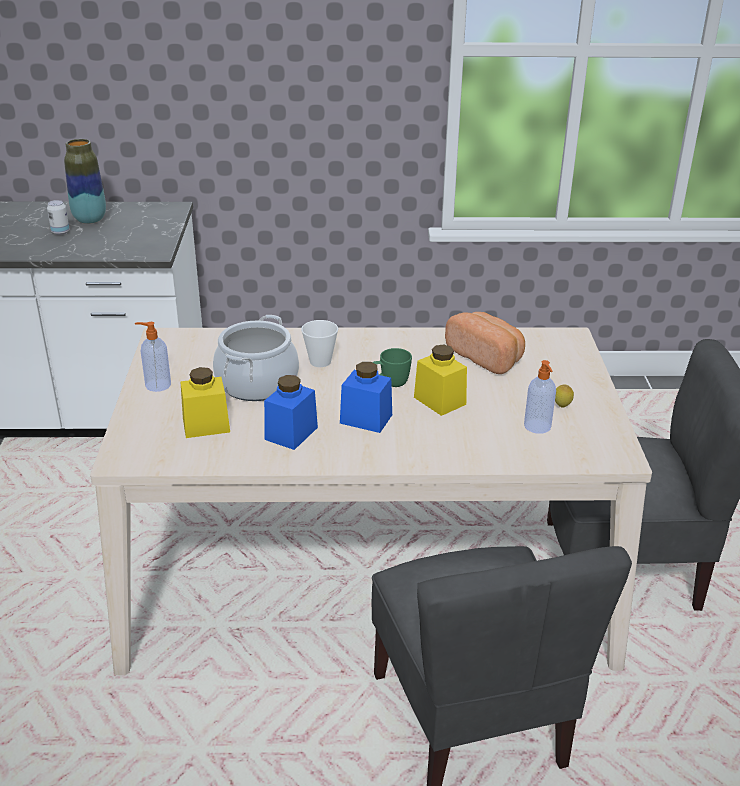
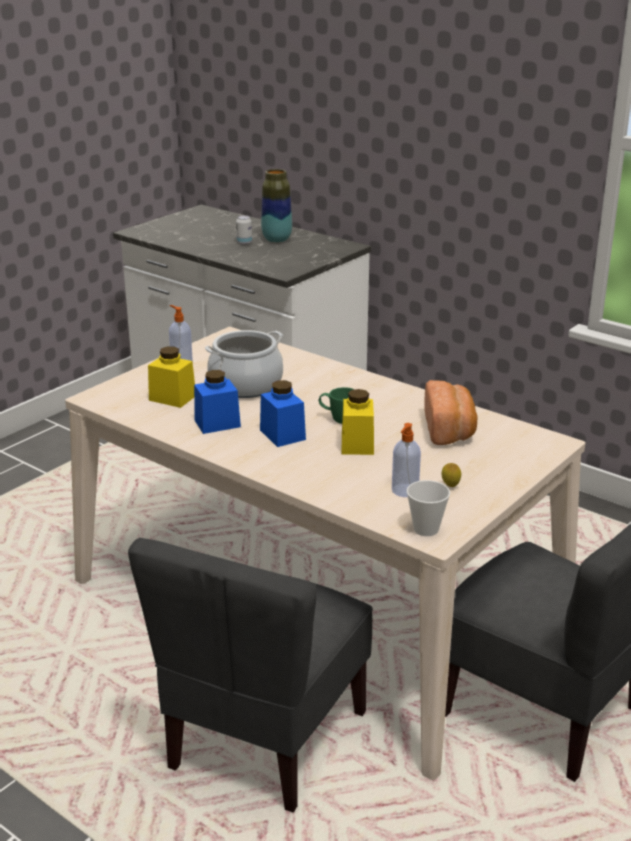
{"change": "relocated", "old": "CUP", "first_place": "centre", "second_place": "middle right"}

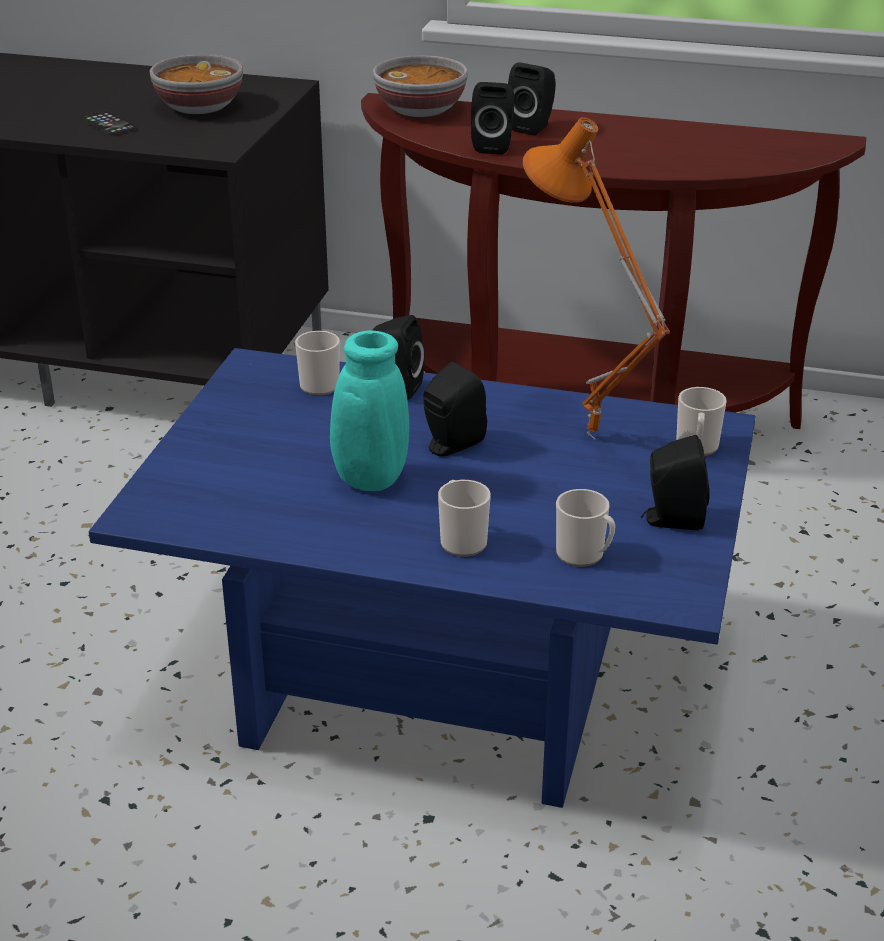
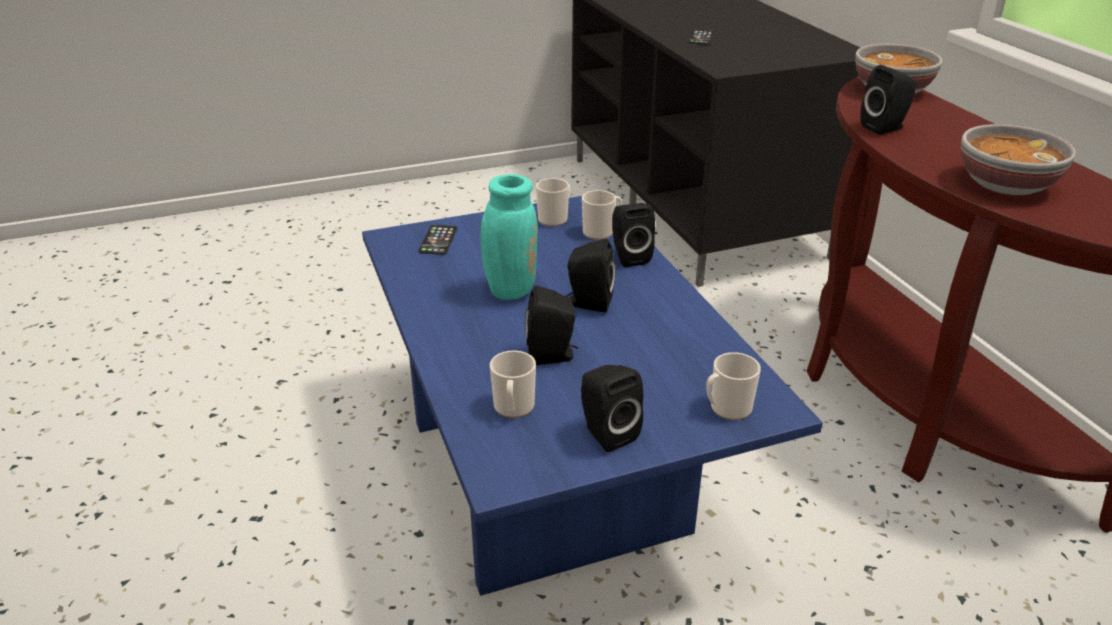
{"change": "appeared", "new": "TELEPHONE (no. 1 from left)", "second_place": "centre"}
{"change": "relocated", "old": "BLACKISH AUDIO SPEAKER (no. 4 from left in the first image)", "new": "BLACKISH AUDIO SPEAKER (no. 1 from left)", "first_place": "top centre", "second_place": "centre"}
{"change": "relocated", "old": "COFFEE MUG (no. 2 from left)", "first_place": "centre", "second_place": "top centre"}
{"change": "relocated", "old": "SERVING BOWL (no. 1 from left in the first image)", "new": "SERVING BOWL (no. 2 from left)", "first_place": "top left", "second_place": "top right"}
{"change": "missing", "old": "ORANGE-COLOURED TABLE LAMP", "first_place": "top right"}

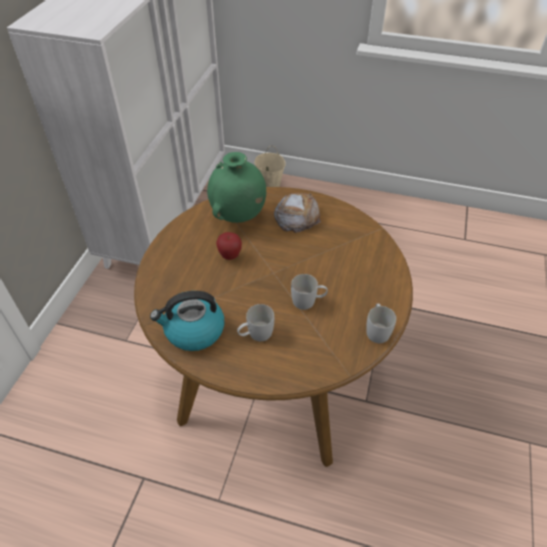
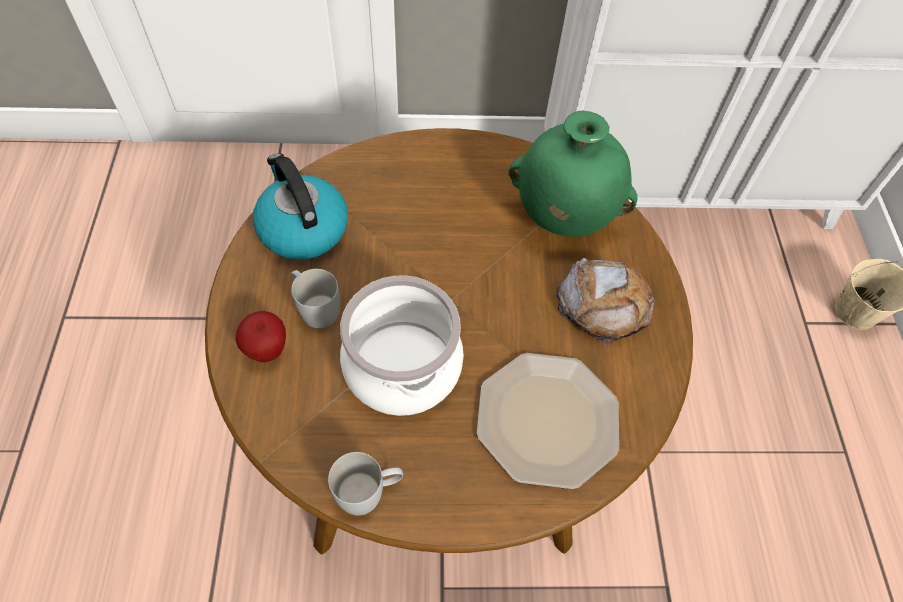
{"change": "relocated", "old": "WHOLE APPLE", "first_place": "centre", "second_place": "middle left"}
{"change": "exchanged", "old": "WHITISH COFFEE MUG (no. 2 from left)", "new": "COOKING POT", "first_place": "centre", "second_place": "centre"}
{"change": "appeared", "new": "PLATE", "second_place": "bottom centre"}

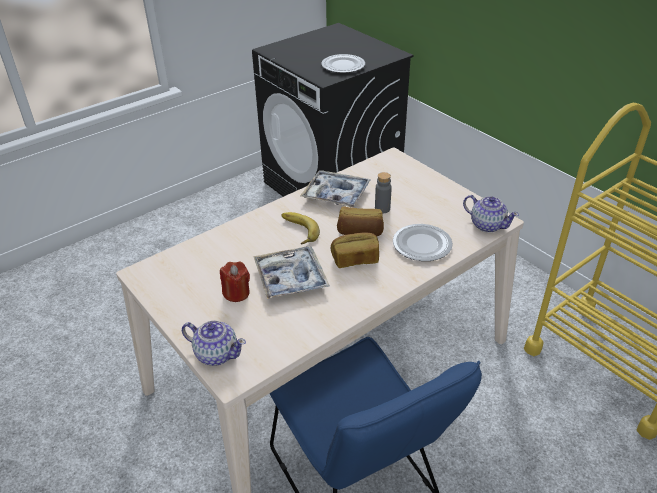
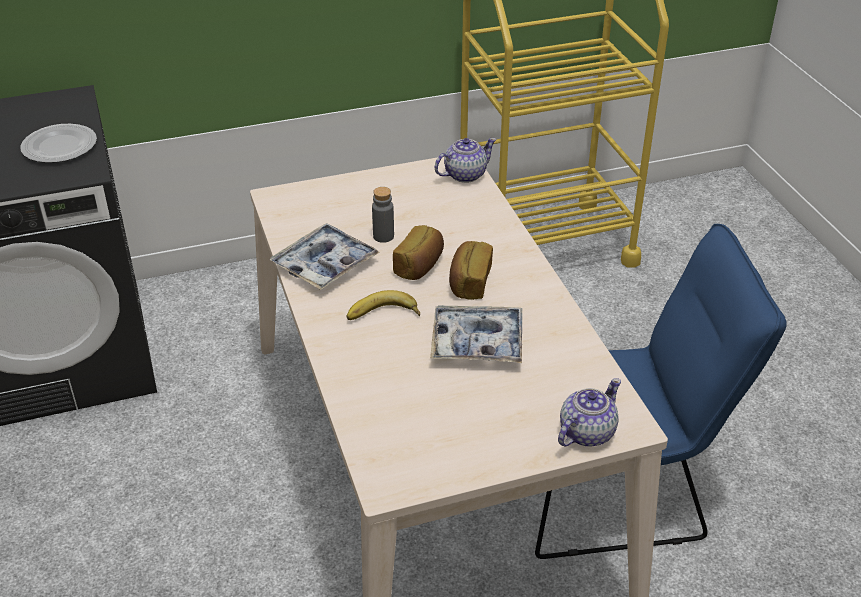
{"change": "missing", "old": "REDDISH CANDLE", "first_place": "centre"}
{"change": "missing", "old": "PLATE (no. 2 from left)", "first_place": "centre"}

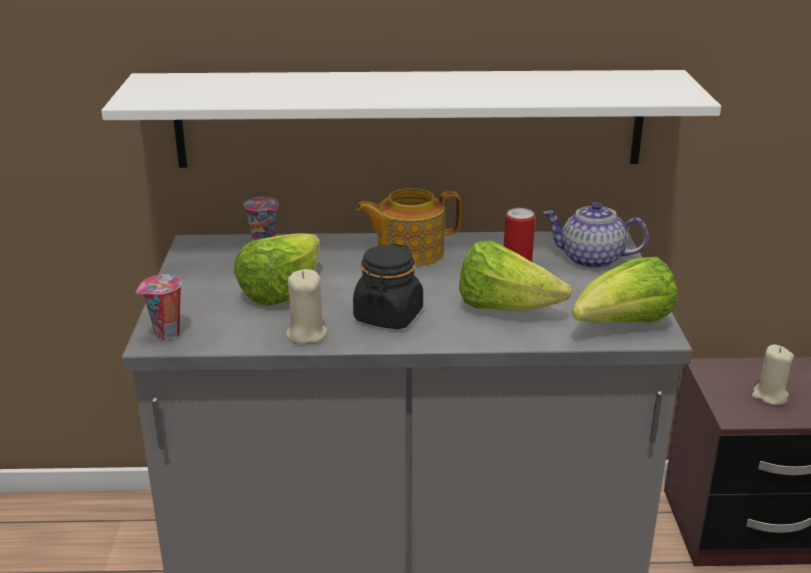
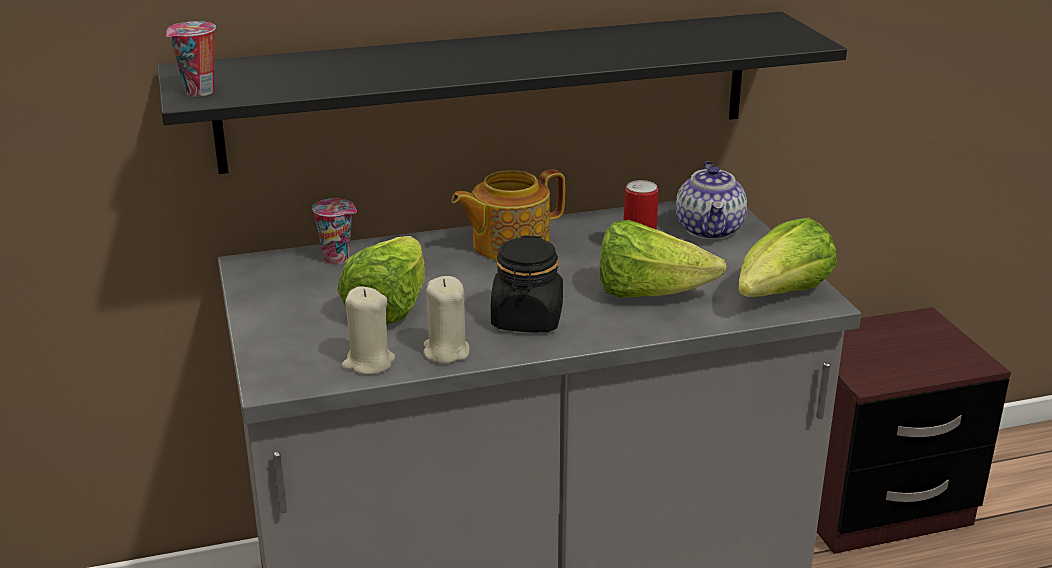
{"change": "colour", "old": "WHITISH BRACKET SHELF", "new": "BLACKISH BRACKET SHELF", "first_place": "top centre", "second_place": "top centre"}
{"change": "relocated", "old": "CUP (no. 1 from left)", "first_place": "middle left", "second_place": "top left"}
{"change": "relocated", "old": "SAND-COLOURED CANDLE (no. 2 from left in the first image)", "new": "SAND-COLOURED CANDLE (no. 1 from left)", "first_place": "middle right", "second_place": "centre"}
{"change": "spun", "old": "TEA POT (no. 2 from left)", "first_place": "middle right", "second_place": "middle right", "degrees": -90}

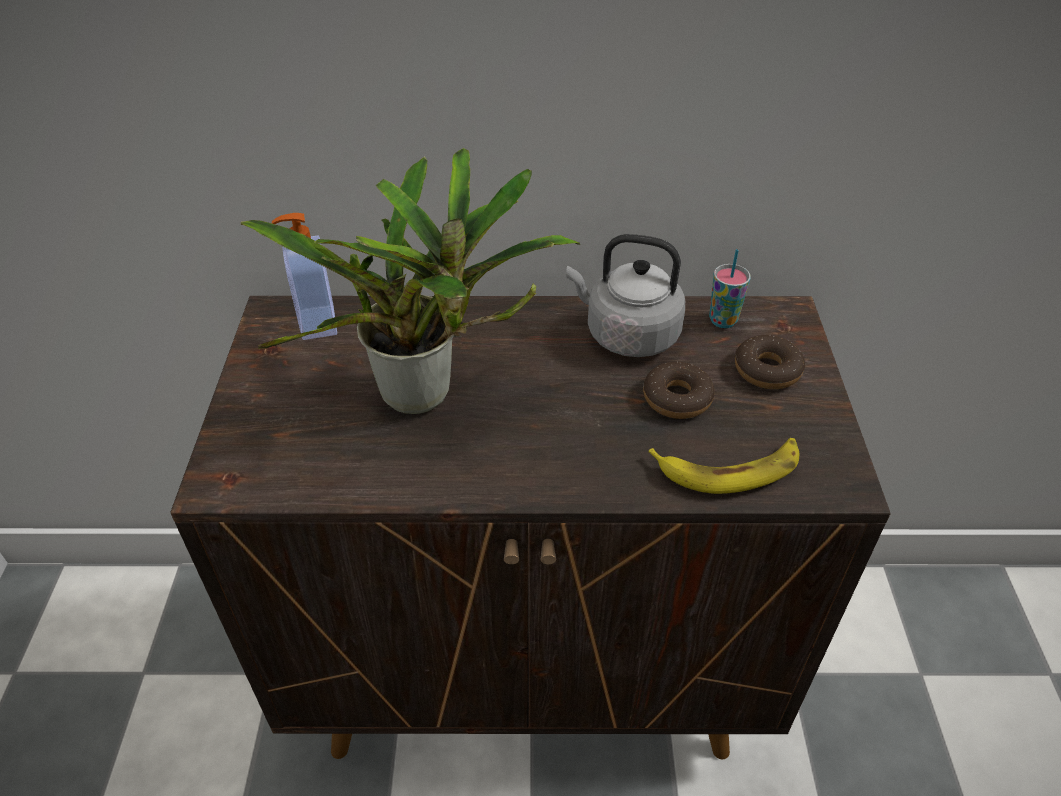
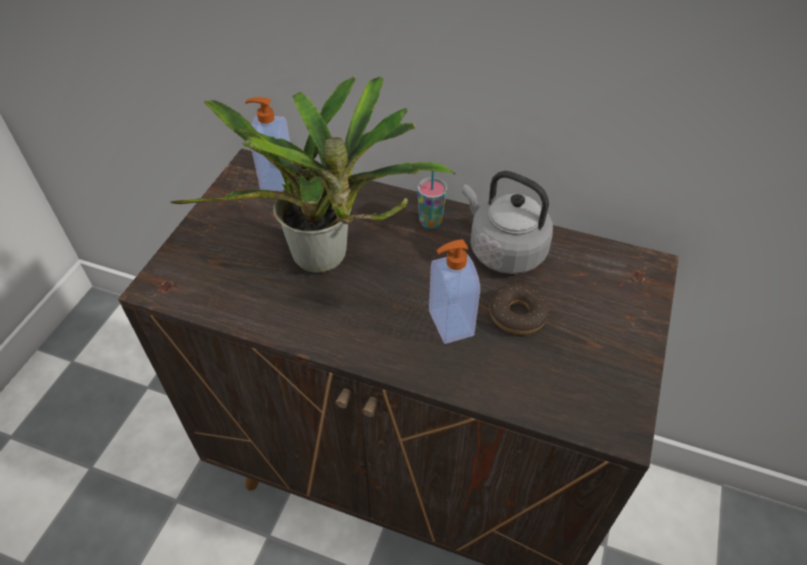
{"change": "relocated", "old": "CUP", "first_place": "middle right", "second_place": "centre"}
{"change": "appeared", "new": "SOAP DISPENSER (no. 2 from left)", "second_place": "centre"}
{"change": "missing", "old": "BANANA", "first_place": "middle right"}
{"change": "missing", "old": "RING DOUGHNUT (no. 2 from left)", "first_place": "middle right"}

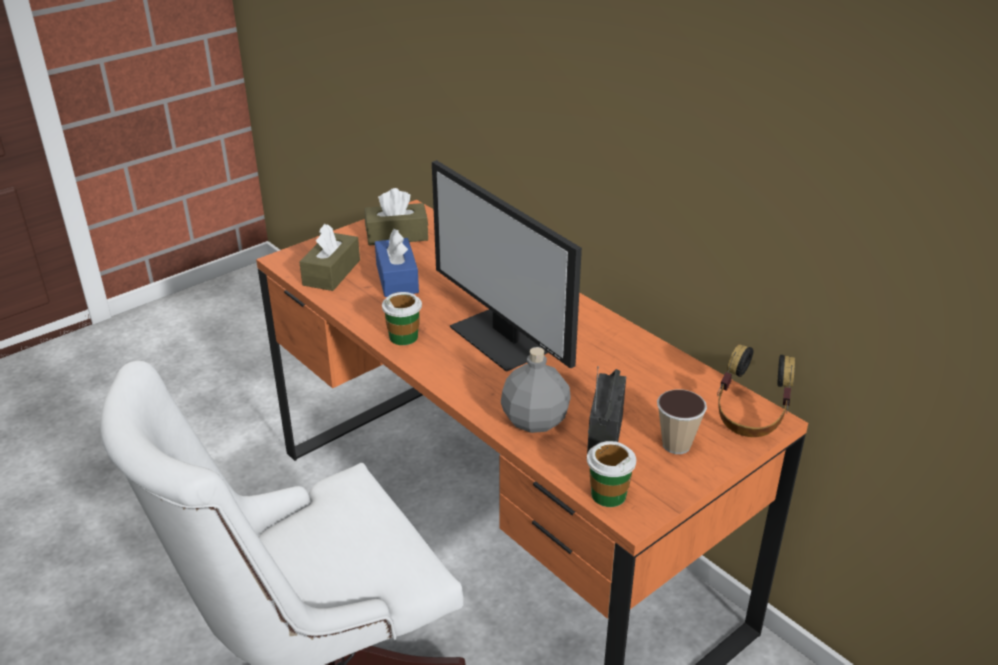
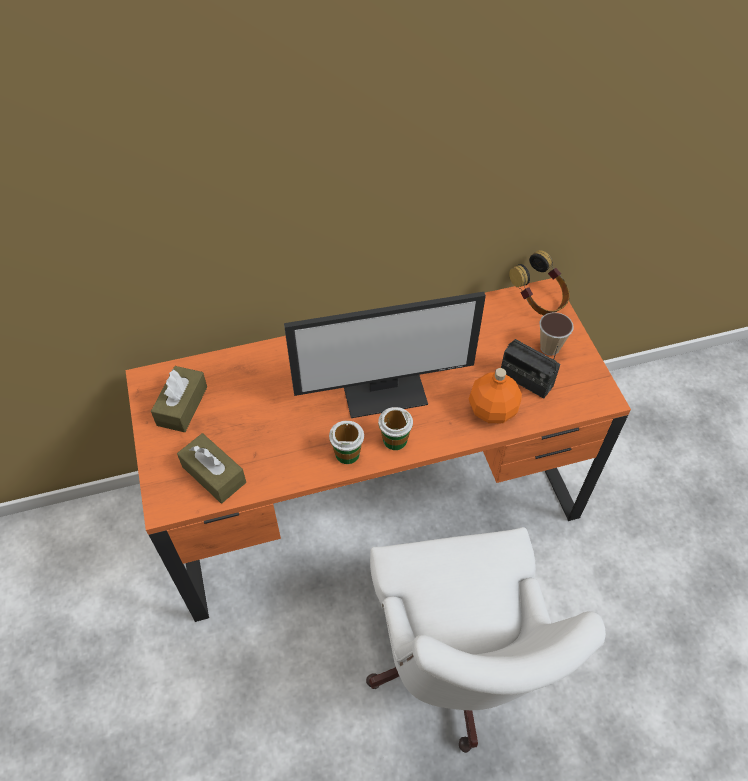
{"change": "relocated", "old": "CUP (no. 2 from left)", "first_place": "bottom centre", "second_place": "centre"}
{"change": "colour", "old": "GREY DRINK BOTTLE", "new": "ORANGE-COLOURED DRINK BOTTLE", "first_place": "centre", "second_place": "centre"}
{"change": "missing", "old": "BLUISH TISSUE BOX", "first_place": "centre"}

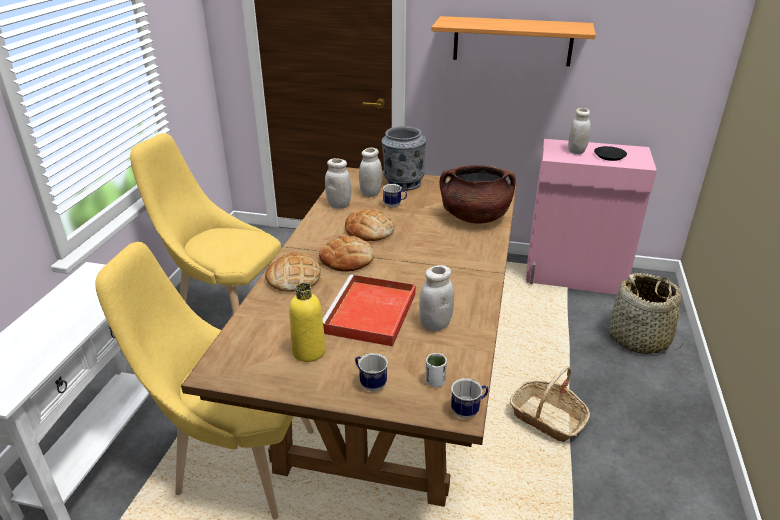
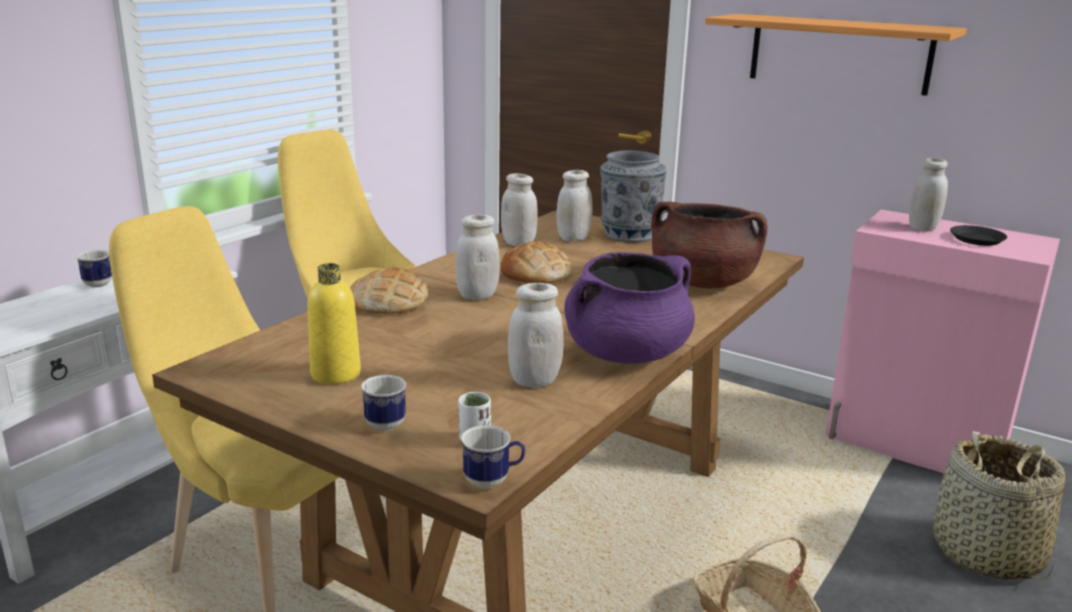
{"change": "relocated", "old": "COFFEE MUG (no. 2 from left in the first image)", "new": "COFFEE MUG (no. 1 from left)", "first_place": "centre", "second_place": "middle left"}
{"change": "exchanged", "old": "BAKED BREAD (no. 2 from left)", "new": "WHITISH JAR (no. 1 from left)", "first_place": "centre", "second_place": "centre"}
{"change": "appeared", "new": "PURPLE COOKING POT", "second_place": "centre"}
{"change": "missing", "old": "REDDISH SERVING TRAY", "first_place": "centre"}

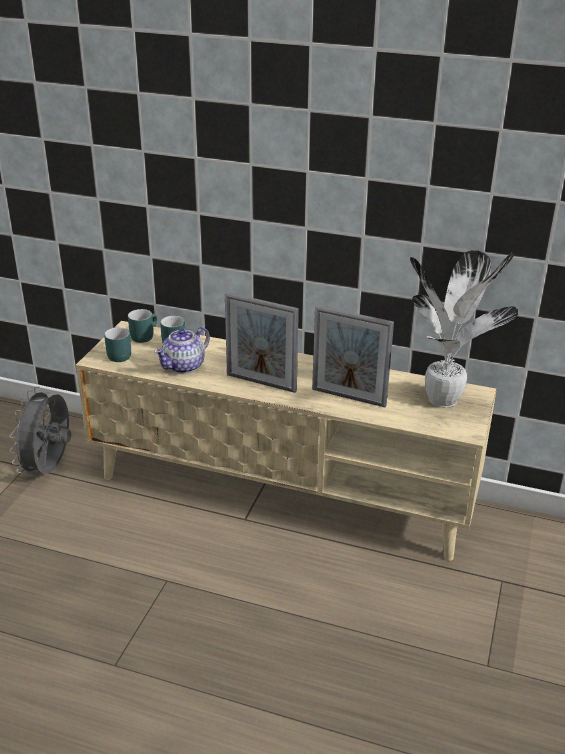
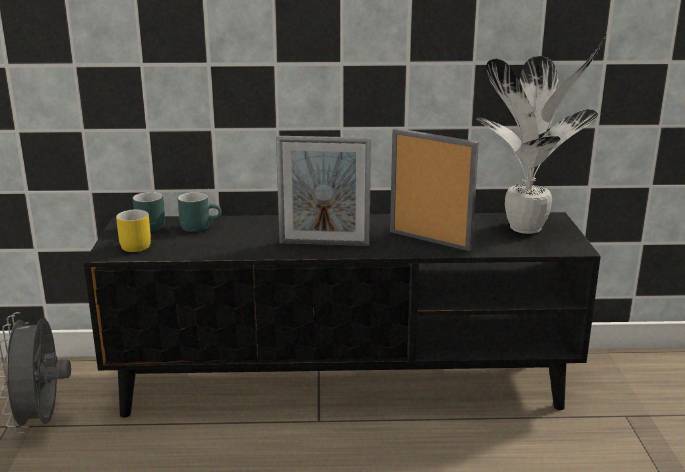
{"change": "colour", "old": "SAND-COLOURED TV STAND", "new": "BLACKISH TV STAND", "first_place": "centre", "second_place": "bottom centre"}
{"change": "colour", "old": "TURQUOISE COFFEE MUG (no. 1 from left)", "new": "YELLOW-COLOURED COFFEE MUG", "first_place": "middle left", "second_place": "middle left"}
{"change": "spun", "old": "PICTURE FRAME (no. 2 from left)", "first_place": "centre", "second_place": "centre", "degrees": -150}
{"change": "missing", "old": "TEA POT", "first_place": "middle left"}

